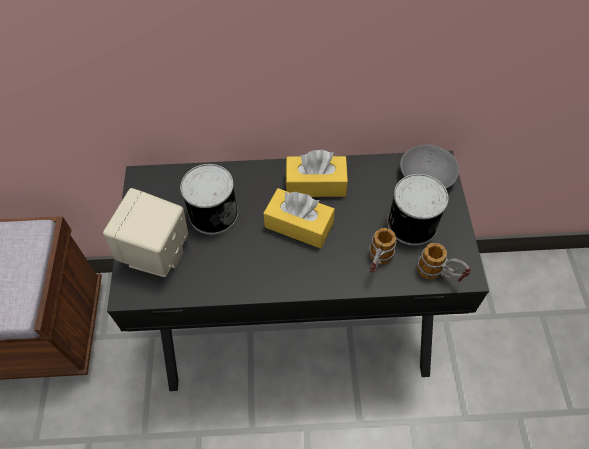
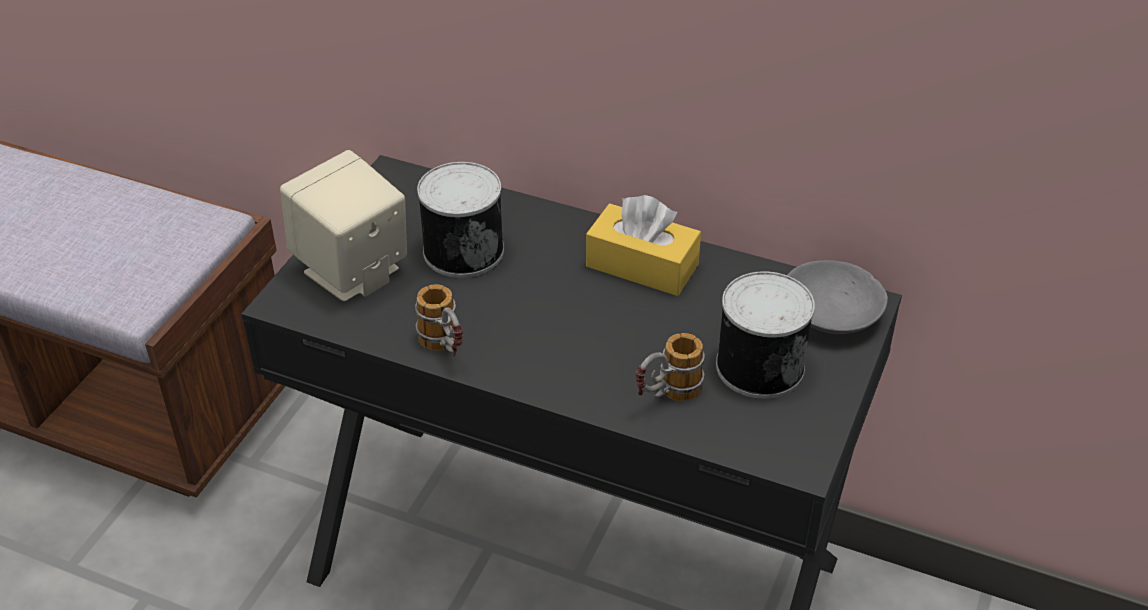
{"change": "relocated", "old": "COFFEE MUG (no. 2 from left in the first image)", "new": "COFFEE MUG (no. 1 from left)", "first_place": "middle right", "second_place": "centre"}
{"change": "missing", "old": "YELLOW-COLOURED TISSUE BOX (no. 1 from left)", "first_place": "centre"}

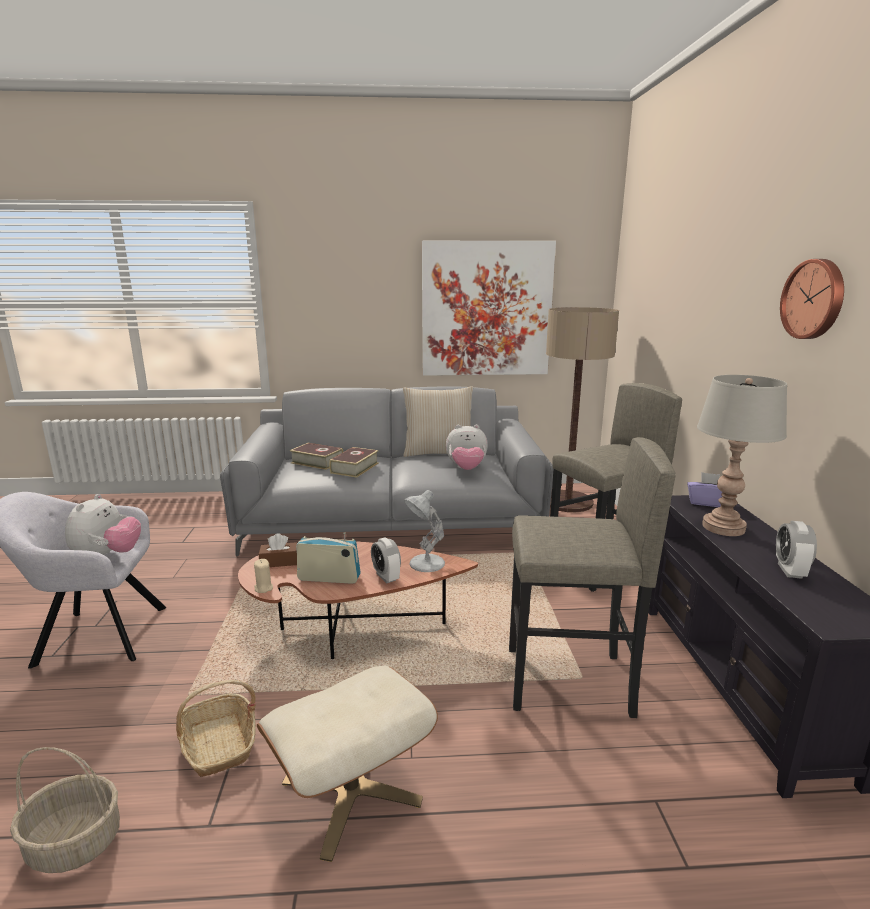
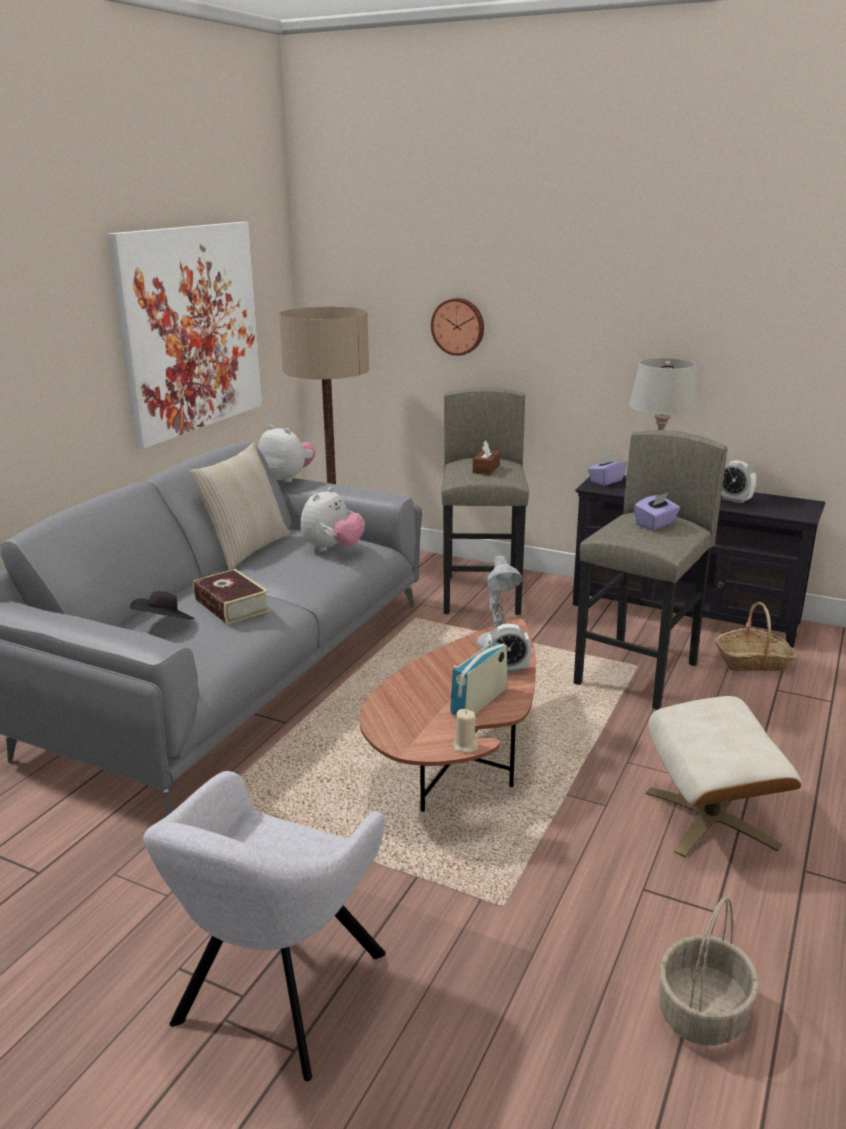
{"change": "exchanged", "old": "VOLUME (no. 1 from left)", "new": "BLACKISH CLOTHING HAT", "first_place": "centre", "second_place": "middle left"}
{"change": "relocated", "old": "PLUSH TOY (no. 1 from left)", "first_place": "middle left", "second_place": "centre"}
{"change": "relocated", "old": "CLOCK ON THE WALL", "first_place": "top right", "second_place": "top centre"}
{"change": "relocated", "old": "BROWN TISSUE BOX", "first_place": "middle left", "second_place": "centre"}
{"change": "appeared", "new": "PURPLE TISSUE BOX (no. 2 from left)", "second_place": "middle right"}
{"change": "relocated", "old": "HOUSEHOLD BASKET (no. 2 from left)", "first_place": "bottom left", "second_place": "middle right"}

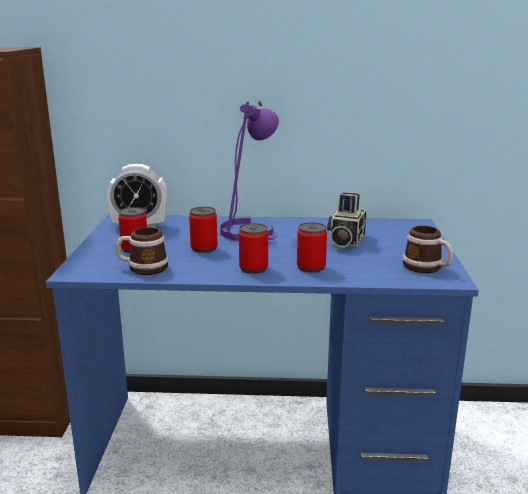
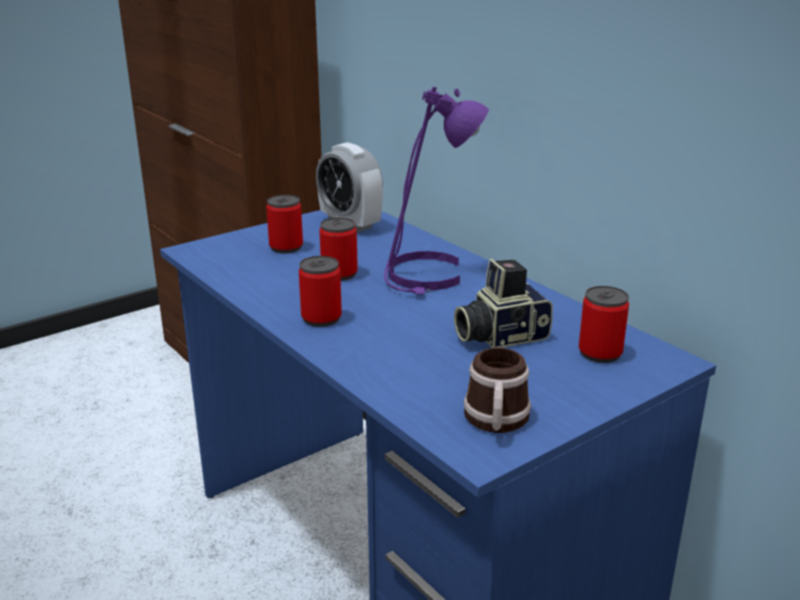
{"change": "relocated", "old": "CAN (no. 4 from left)", "first_place": "centre", "second_place": "middle right"}
{"change": "missing", "old": "COFFEE MUG (no. 1 from left)", "first_place": "middle left"}

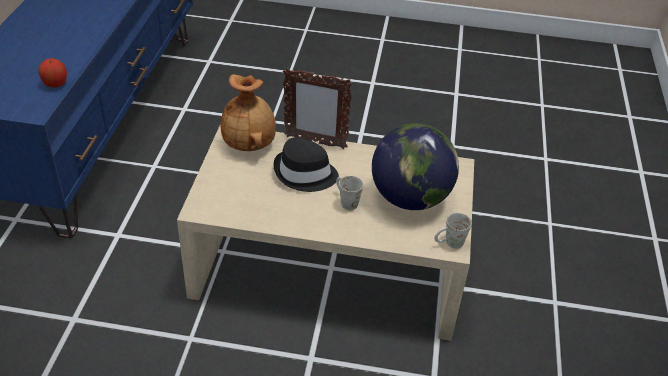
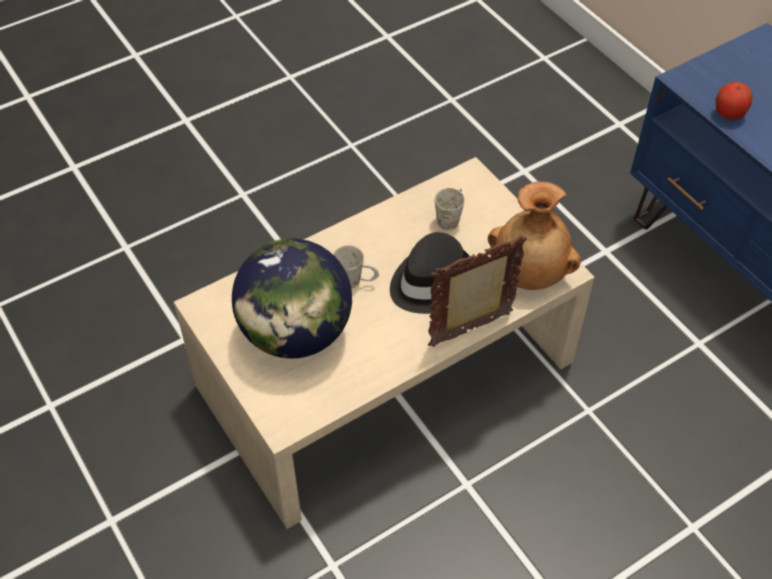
{"change": "relocated", "old": "WHITISH COFFEE MUG (no. 2 from left)", "first_place": "middle right", "second_place": "centre"}

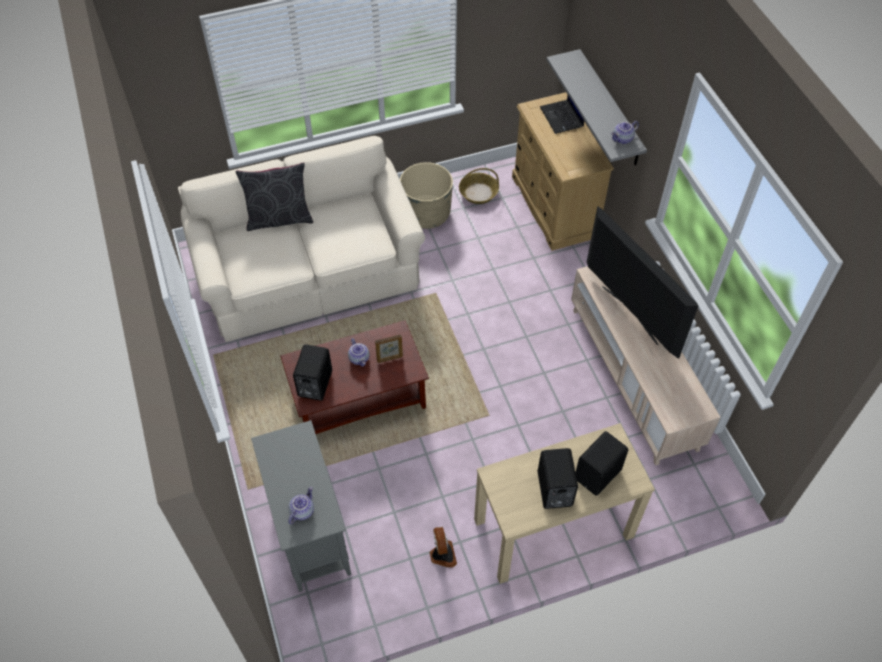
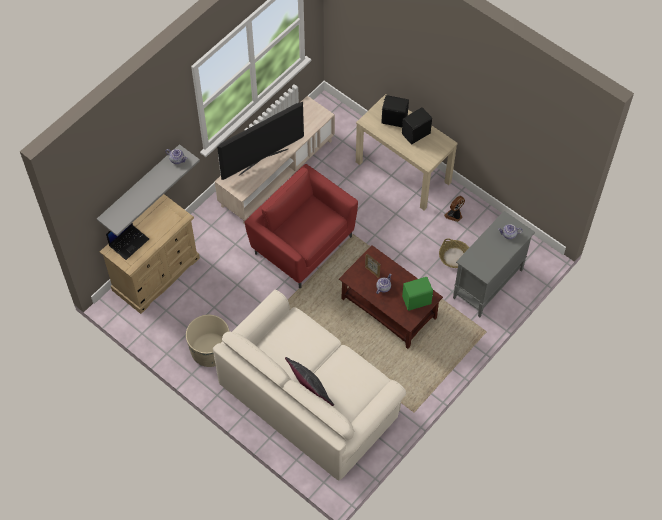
{"change": "spun", "old": "TV SET", "first_place": "middle right", "second_place": "top centre", "degrees": -150}
{"change": "appeared", "new": "REDDISH LOUNGE CHAIR", "second_place": "centre"}
{"change": "colour", "old": "BLACKISH AUDIO SPEAKER (no. 1 from left)", "new": "GREENISH AUDIO SPEAKER", "first_place": "centre", "second_place": "centre"}
{"change": "relocated", "old": "HOUSEHOLD BASKET", "first_place": "top centre", "second_place": "middle right"}

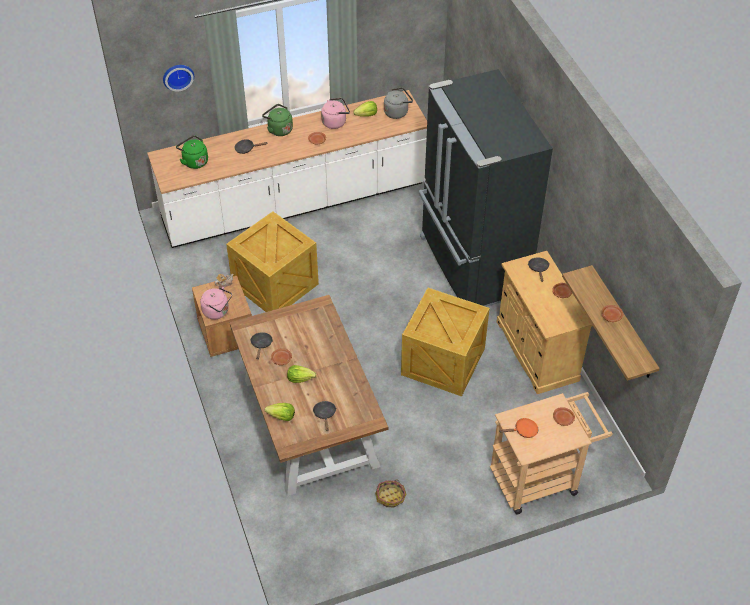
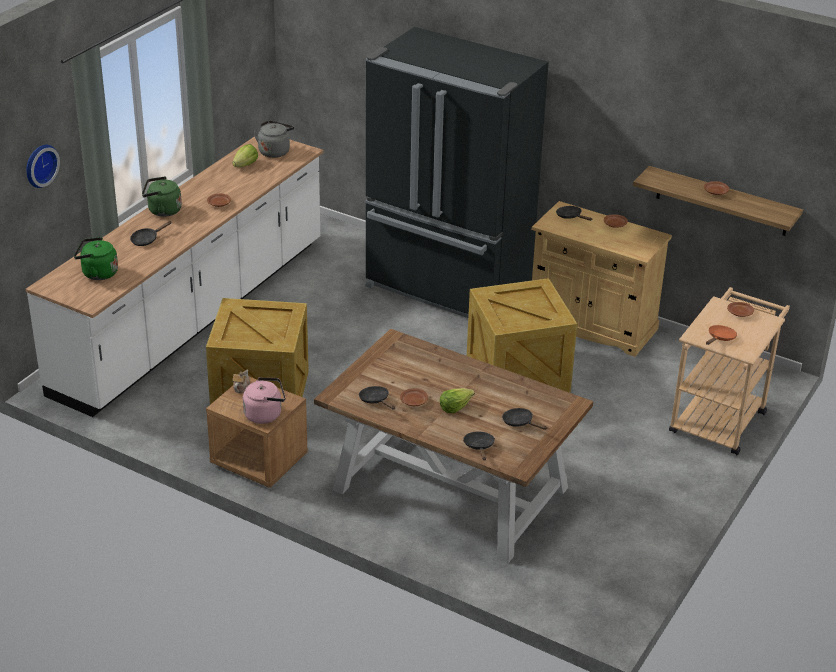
{"change": "exchanged", "old": "LETTUCE HEAD (no. 1 from left)", "new": "BLACKISH SKILLET (no. 3 from left)", "first_place": "bottom centre", "second_place": "centre"}
{"change": "missing", "old": "PINKISH TEA KETTLE (no. 2 from left)", "first_place": "top centre"}
{"change": "missing", "old": "HOUSEHOLD BASKET", "first_place": "bottom centre"}

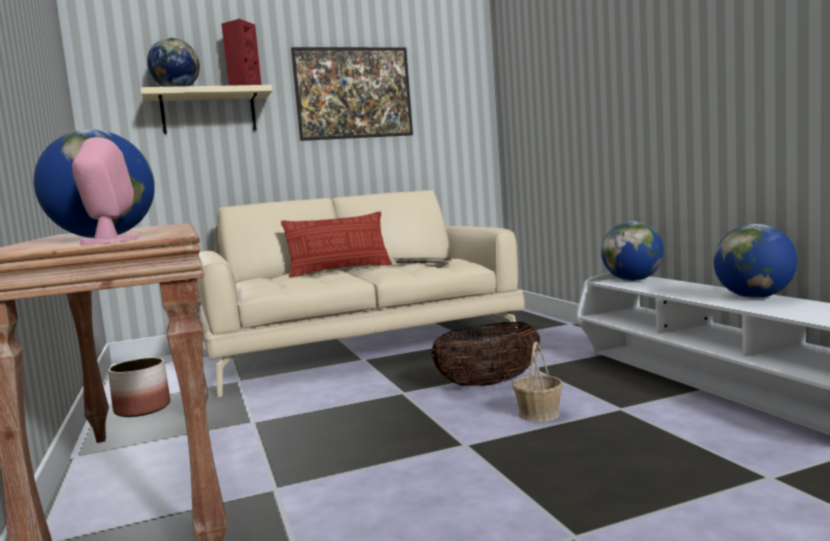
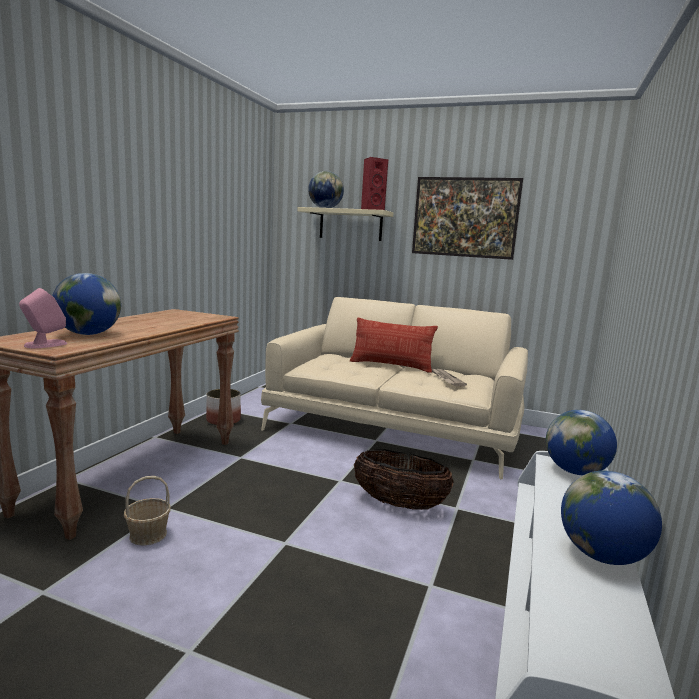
{"change": "relocated", "old": "HOUSEHOLD BASKET (no. 2 from left in the first image)", "new": "HOUSEHOLD BASKET (no. 1 from left)", "first_place": "bottom centre", "second_place": "bottom left"}

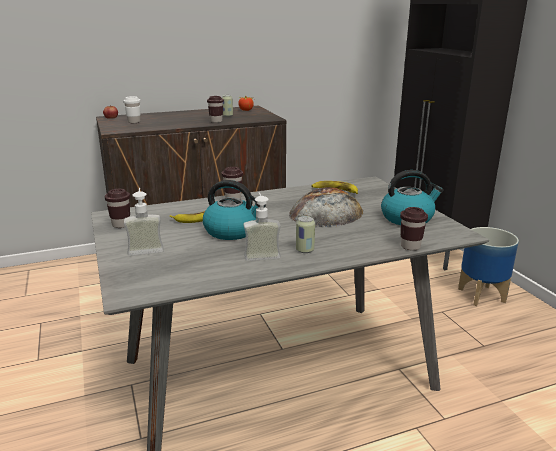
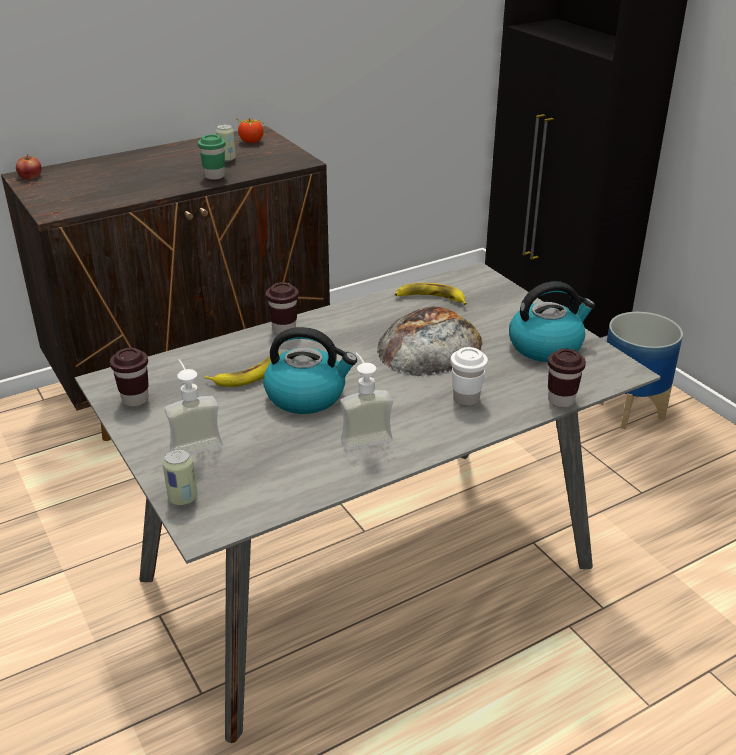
{"change": "relocated", "old": "CAN (no. 2 from left in the first image)", "new": "CAN (no. 1 from left)", "first_place": "centre", "second_place": "middle left"}
{"change": "colour", "old": "BROWN CUP (no. 2 from left)", "new": "GREENISH CUP", "first_place": "top centre", "second_place": "top left"}
{"change": "relocated", "old": "WHITISH CUP", "first_place": "top left", "second_place": "centre"}

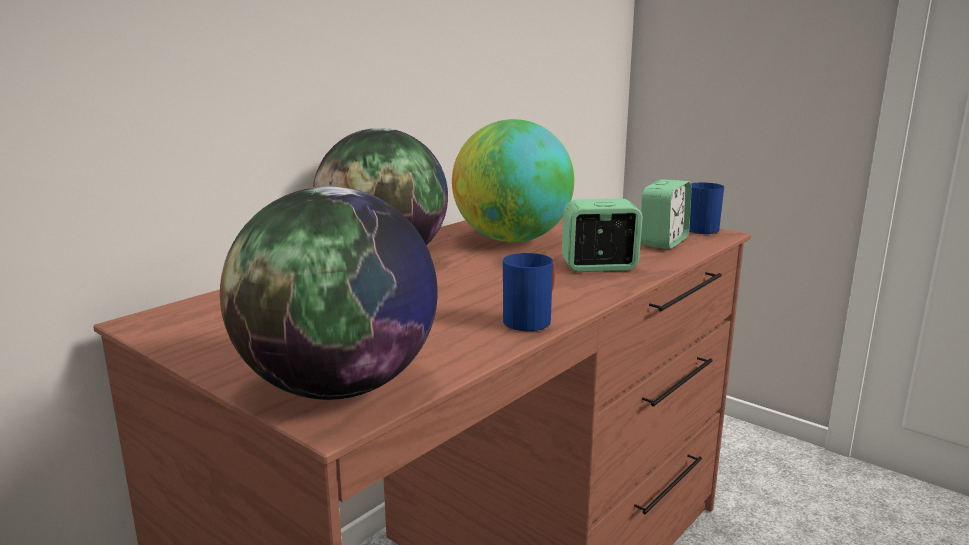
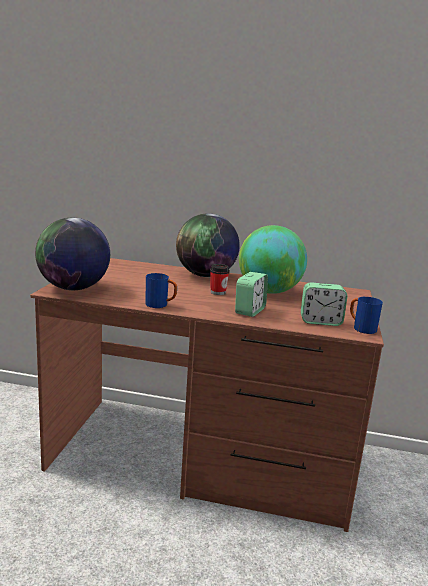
{"change": "appeared", "new": "CUP", "second_place": "centre"}
{"change": "spun", "old": "ALARM CLOCK (no. 1 from left)", "first_place": "centre", "second_place": "centre", "degrees": 60}

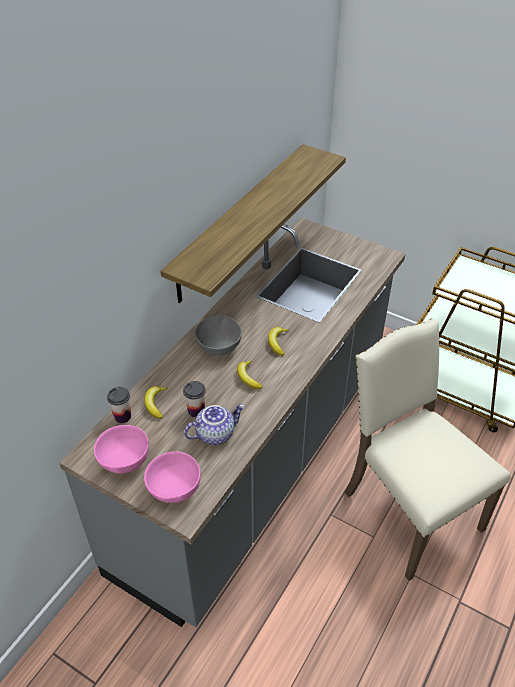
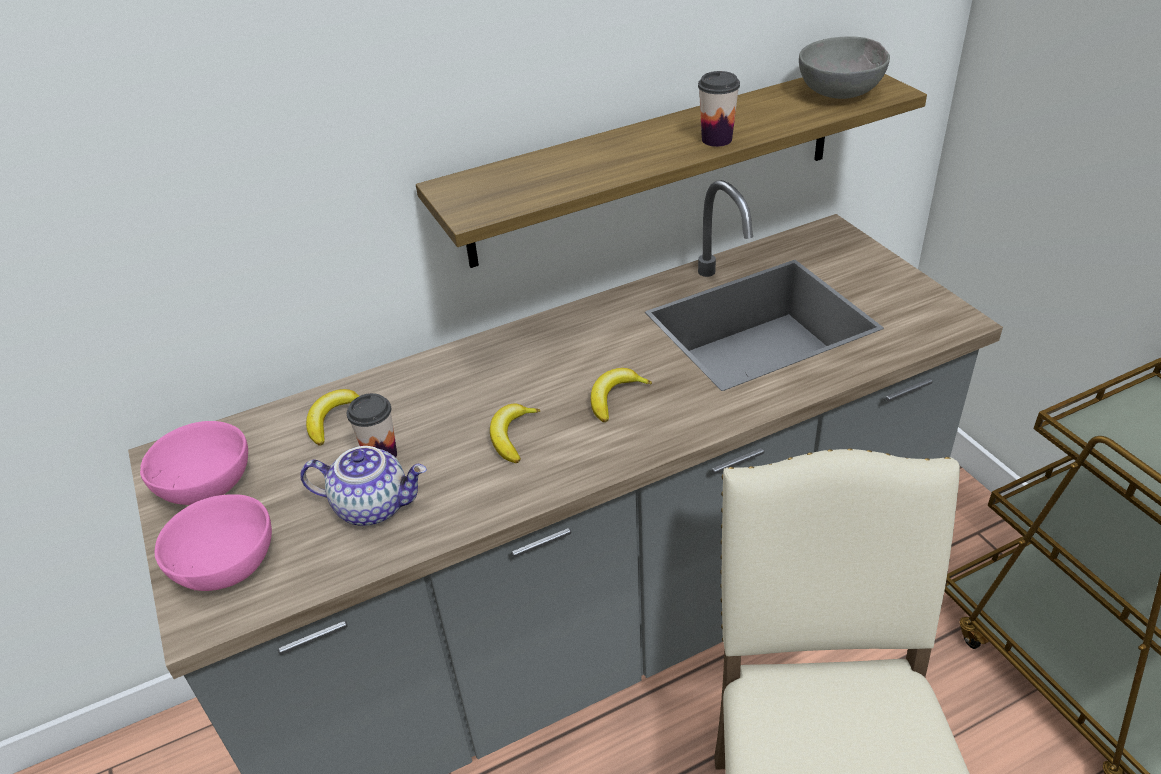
{"change": "relocated", "old": "CUP (no. 1 from left in the first image)", "new": "CUP (no. 2 from left)", "first_place": "middle left", "second_place": "top centre"}
{"change": "relocated", "old": "GREY SERVING BOWL", "first_place": "centre", "second_place": "top right"}

